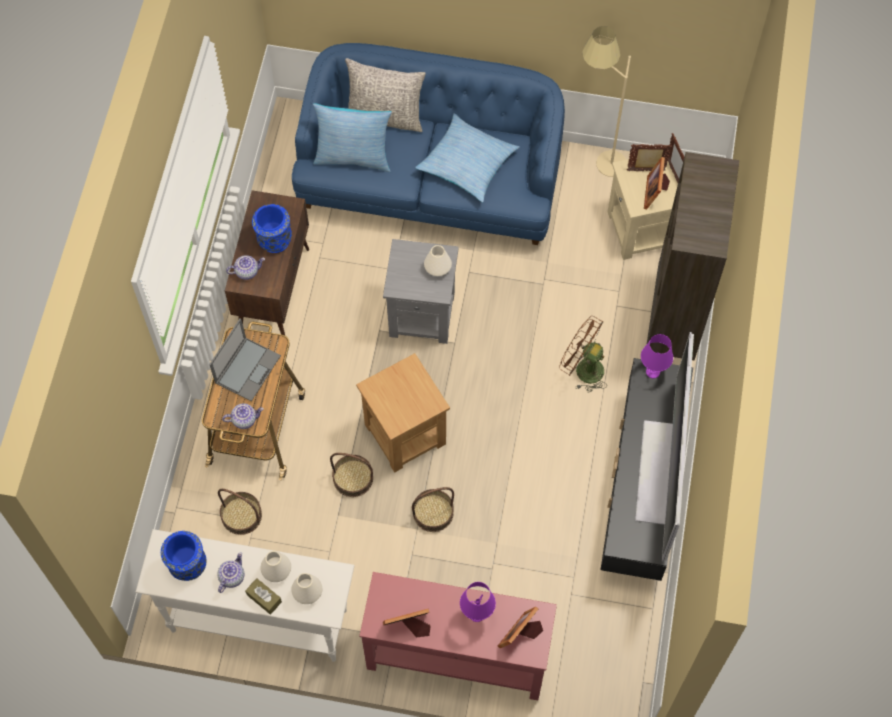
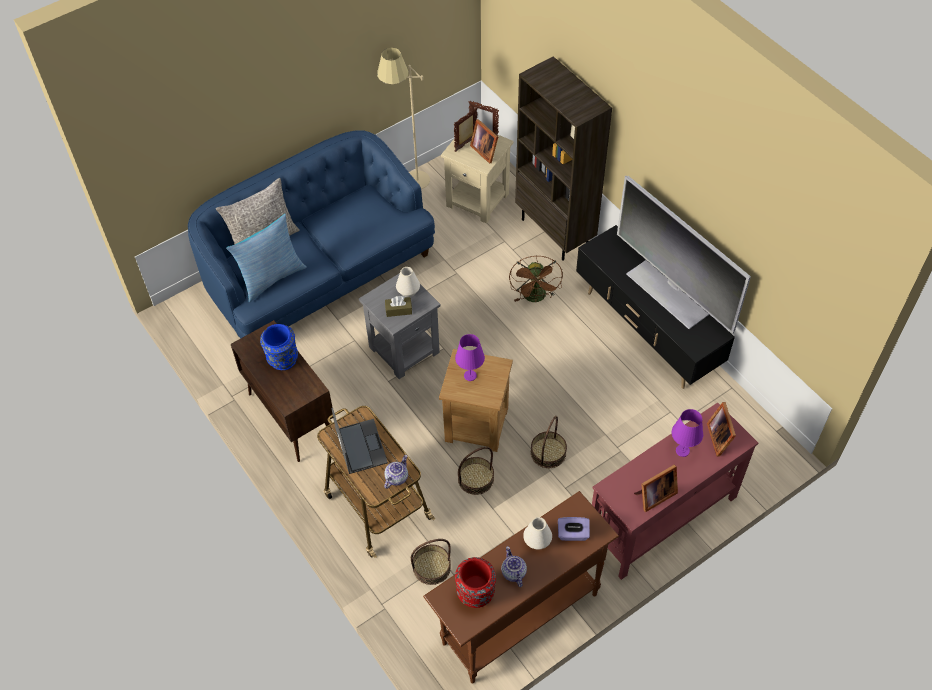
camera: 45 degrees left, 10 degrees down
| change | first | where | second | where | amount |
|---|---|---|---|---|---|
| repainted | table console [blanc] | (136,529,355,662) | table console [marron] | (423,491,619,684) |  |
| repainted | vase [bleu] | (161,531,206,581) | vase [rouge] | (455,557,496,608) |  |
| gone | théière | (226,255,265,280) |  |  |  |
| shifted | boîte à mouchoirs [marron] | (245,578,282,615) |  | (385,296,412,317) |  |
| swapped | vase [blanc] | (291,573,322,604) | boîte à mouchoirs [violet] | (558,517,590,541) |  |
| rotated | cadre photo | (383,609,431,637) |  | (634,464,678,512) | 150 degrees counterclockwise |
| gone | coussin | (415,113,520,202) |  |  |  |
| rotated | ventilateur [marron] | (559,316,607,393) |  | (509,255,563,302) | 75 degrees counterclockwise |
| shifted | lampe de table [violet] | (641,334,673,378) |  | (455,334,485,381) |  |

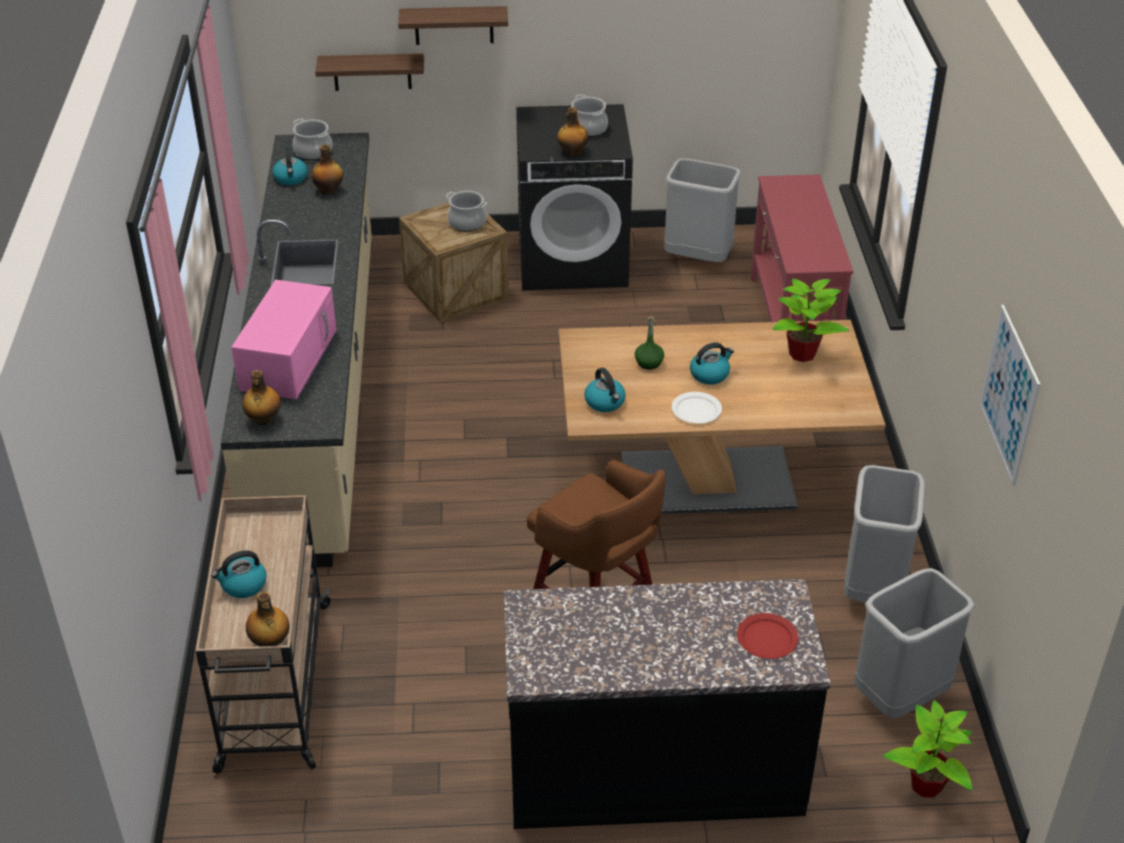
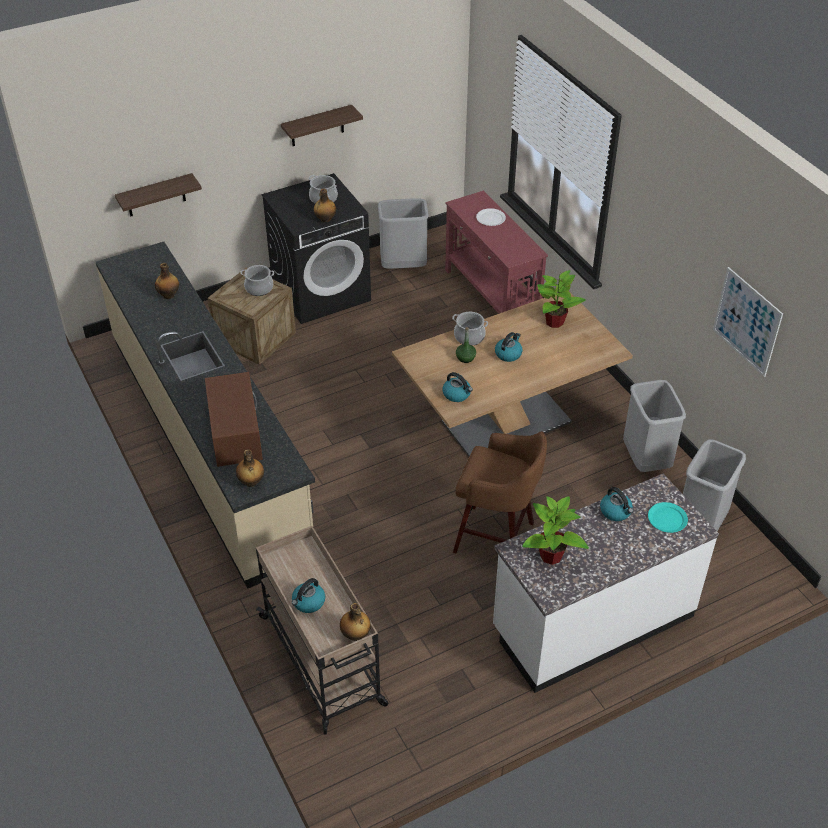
camera: 25 degrees left, 5 degrees up
| change | first | where | second | where | amount |
|---|---|---|---|---|---|
| repainted | micro-ondes [rose] | (231,280,336,399) | micro-ondes [marron] | (205,372,263,467) |  |
| shifted | bouilloire | (273,147,308,185) |  | (600,487,633,521) |  |
| shifted | marmite | (293,119,333,160) |  | (452,312,488,346) |  |
| shifted | étagère | (398,6,508,45) |  | (281,105,363,146) |  |
| repainted | comptoir de cuisine [noir] | (504,579,830,829) | comptoir de cuisine [blanc] | (493,473,719,693) |  |
| shifted | assiette [blanc] | (672,392,722,424) |  | (476,208,506,226) |  |
| repainted | assiette [rouge] | (737,613,798,659) | assiette [turquoise] | (648,502,688,533) |  |
| shifted | plante en pot | (883,700,972,798) |  | (522,496,589,565) |  |

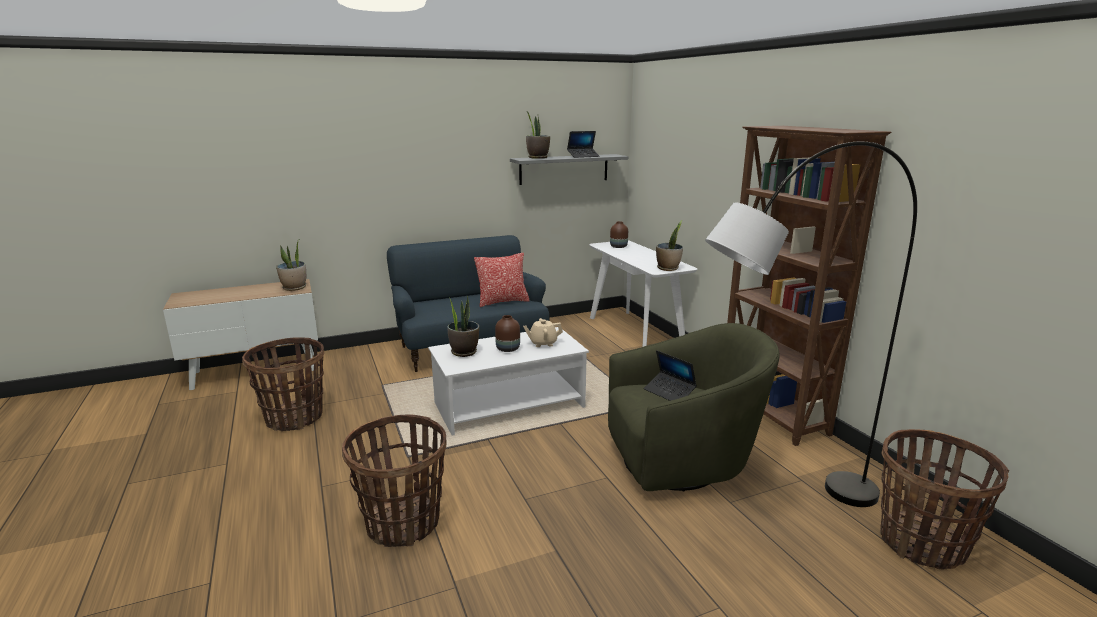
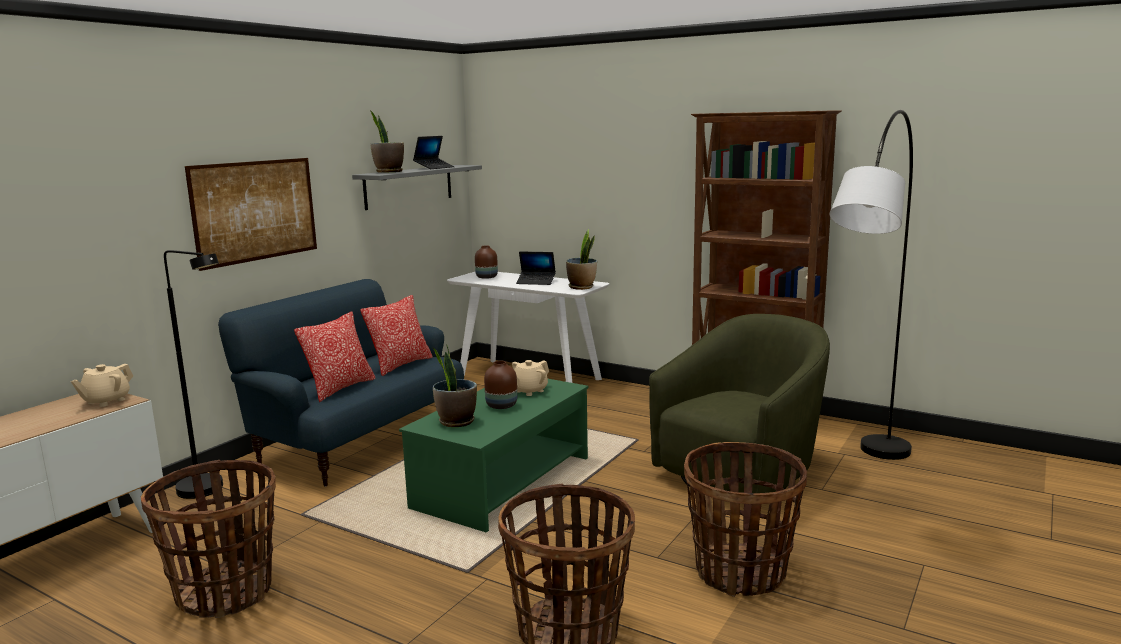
camera: 35 degrees left, 5 degrees down
| change | first | where | second | where | amount |
|---|---|---|---|---|---|
| swapped | plante en pot | (276,241,306,291) | théière [beige] | (71,364,133,407) |  |
| repainted | table basse [blanc] | (428,327,589,436) | table basse [vert] | (399,379,589,532) |  |
| shifted | ordinateur portable | (644,350,697,401) |  | (516,251,556,285) |  |
| shifted | panier | (880,429,1009,569) |  | (684,442,807,597) |  |
| new |  |  | lampadaire [noir] | (164,250,223,499) |  |
| new |  |  | tableau | (185,158,317,271) |  |
| new |  |  | coussin | (294,312,376,402) |  |

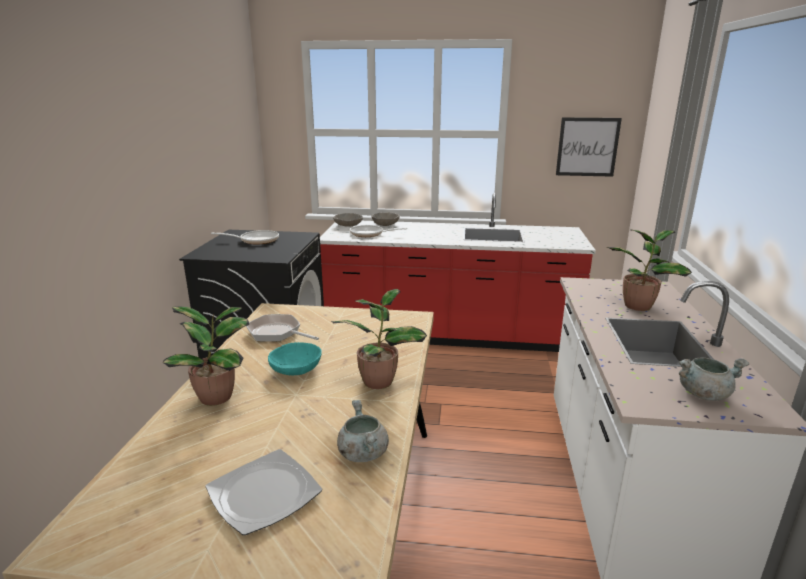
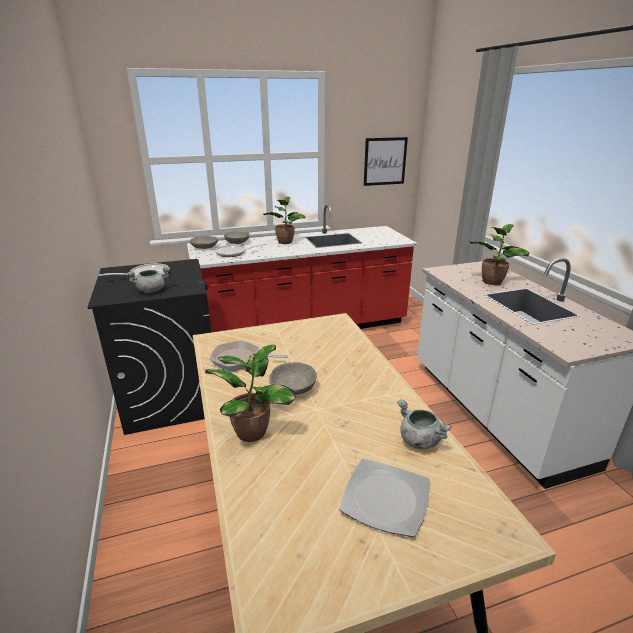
camera: 25 degrees left, 5 degrees up
| change | first | where | second | where | amount |
|---|---|---|---|---|---|
| repainted | bol [turquoise] | (268,342,322,375) | bol [gris] | (269,362,317,395) |  |
| shifted | plante en pot | (331,289,427,389) |  | (263,197,306,244) |  |
| shifted | marmite [gris] | (679,358,749,401) |  | (127,267,170,293) |  |

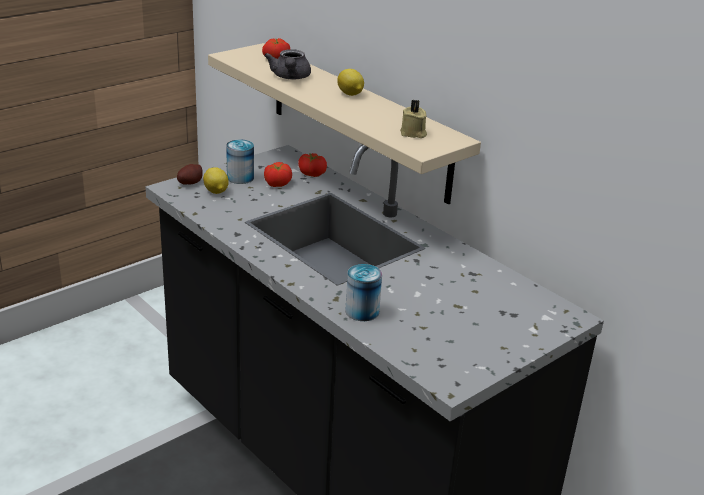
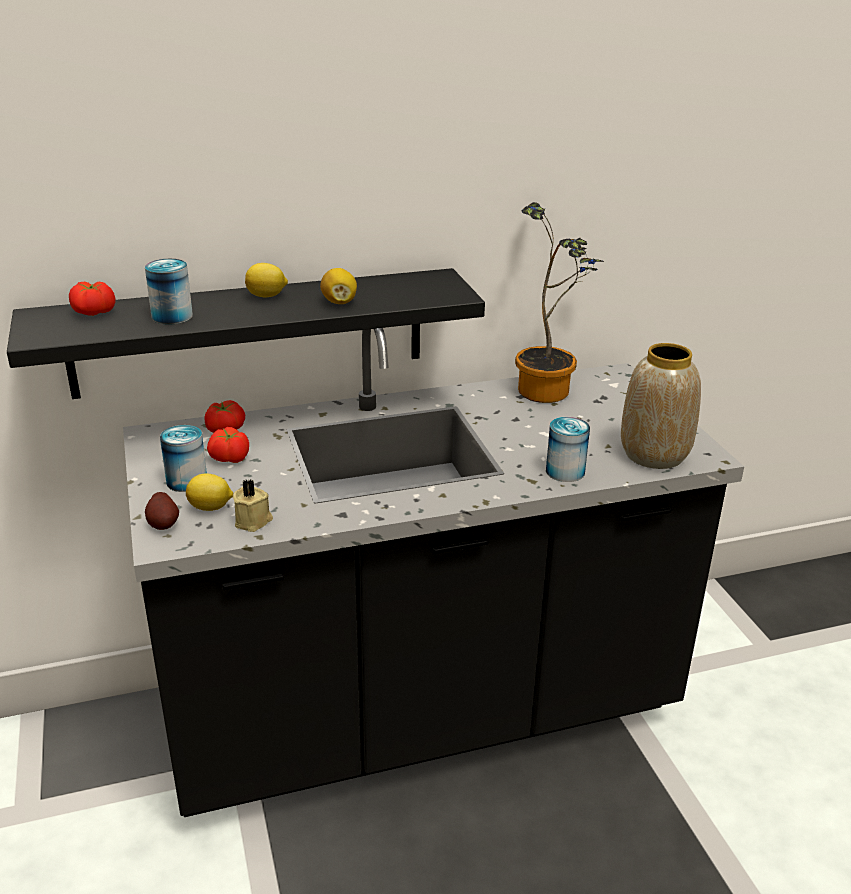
camera: 65 degrees left, 0 degrees up
| change | first | where | second | where | amount |
|---|---|---|---|---|---|
| repainted | étagère [beige] | (208,43,481,204) | étagère [noir] | (7,268,485,399) |  |
| swapped | théière [gris] | (264,49,311,79) | boîte métallique | (145,259,193,325) |  |
| shifted | bougie [beige] | (400,99,427,138) |  | (233,479,273,532) |  |
| new |  |  | citron | (320,268,357,304) |  |
| new |  |  | plante en pot | (515,202,605,403) |  |
| new |  |  | vase | (621,343,701,469) |  |

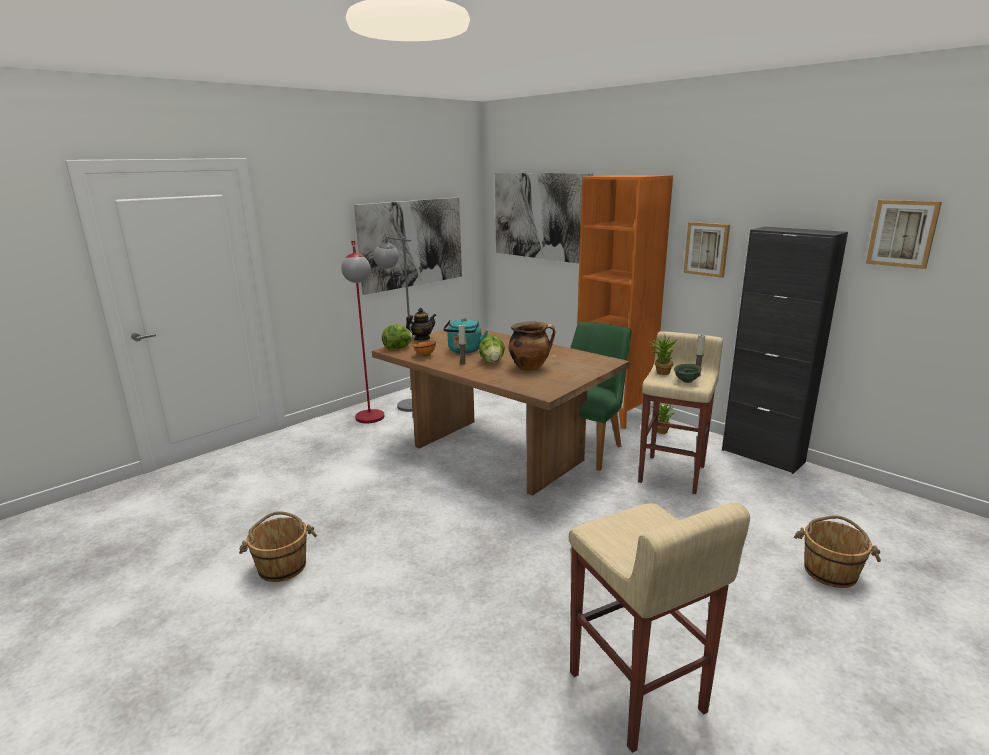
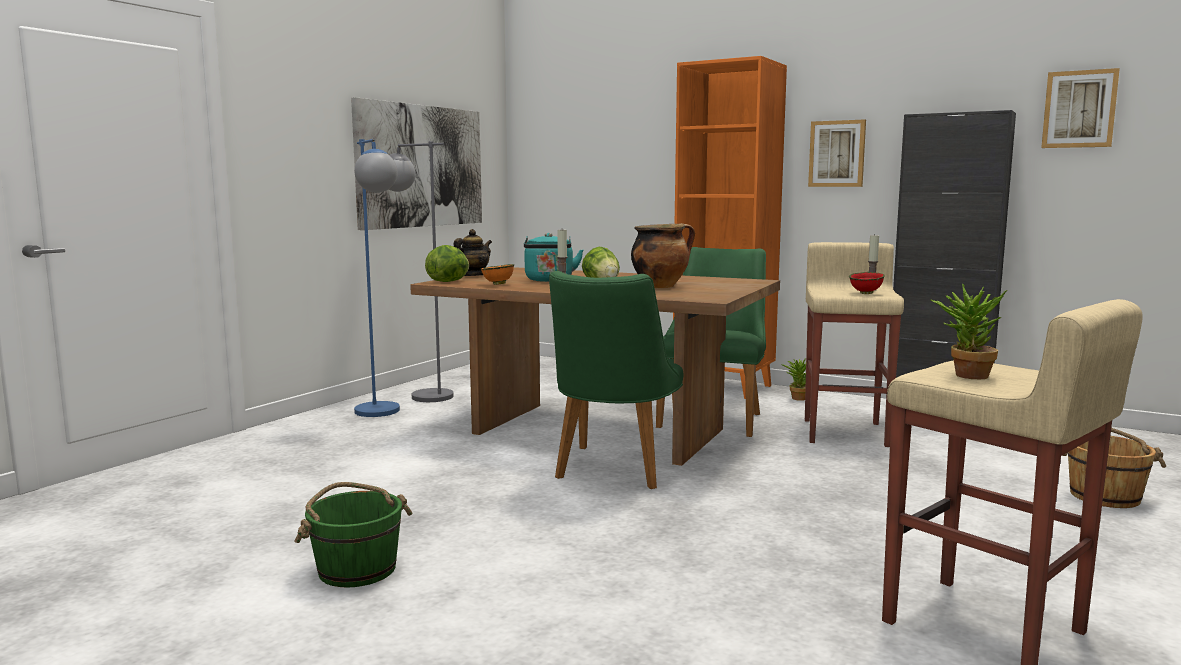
camera: 15 degrees left, 10 degrees down
| change | first | where | second | where | amount |
|---|---|---|---|---|---|
| repainted | seau [marron] | (239,511,317,582) | seau [vert] | (294,482,412,587) |  |
| repainted | lampadaire [rouge] | (341,241,384,423) | lampadaire [bleu] | (354,139,400,417) |  |
| gone | tableau | (495,173,593,264) |  |  |  |
| shifted | plante en pot | (648,335,676,375) |  | (931,283,1007,379) |  |
| repainted | bol [vert] | (674,364,702,383) | bol [rouge] | (849,272,885,294) |  |
| new |  |  | chaise [vert] | (549,271,683,489) |  |

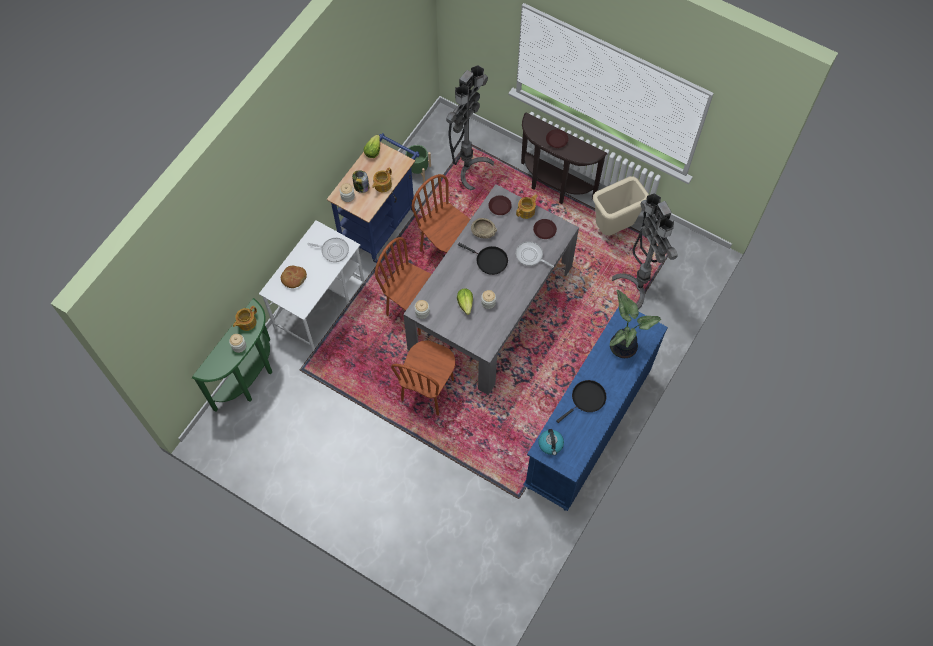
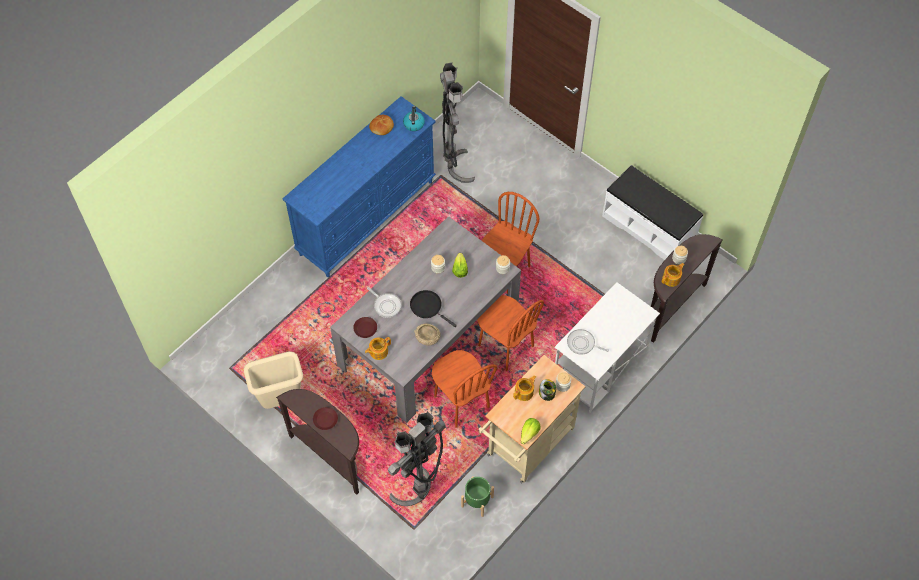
camera: 170 degrees left, 5 degrees down
| change | first | where | second | where | amount |
|---|---|---|---|---|---|
| repainted | table console [vert] | (192,298,272,412) | table console [marron] | (651,234,723,343) |  |
| shifted | pain | (281,266,307,288) |  | (369,115,394,135) |  |
| repainted | chariot [bleu] | (327,133,420,263) | chariot [beige] | (479,355,586,483) |  |
| gone | assiette [marron] | (489,195,512,215) |  |  |  |
| gone | poêle [noir] | (556,380,606,423) |  |  |  |
| gone | plante en pot | (610,290,661,358) |  |  |  |
| shifted | lampadaire [gris] | (612,193,678,309) |  | (440,62,475,183) |  |
| new |  |  | banc [blanc] | (602,165,703,260) |  |

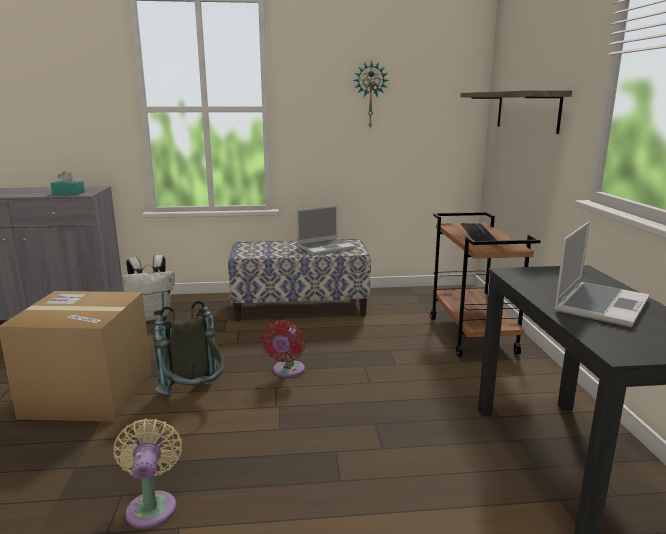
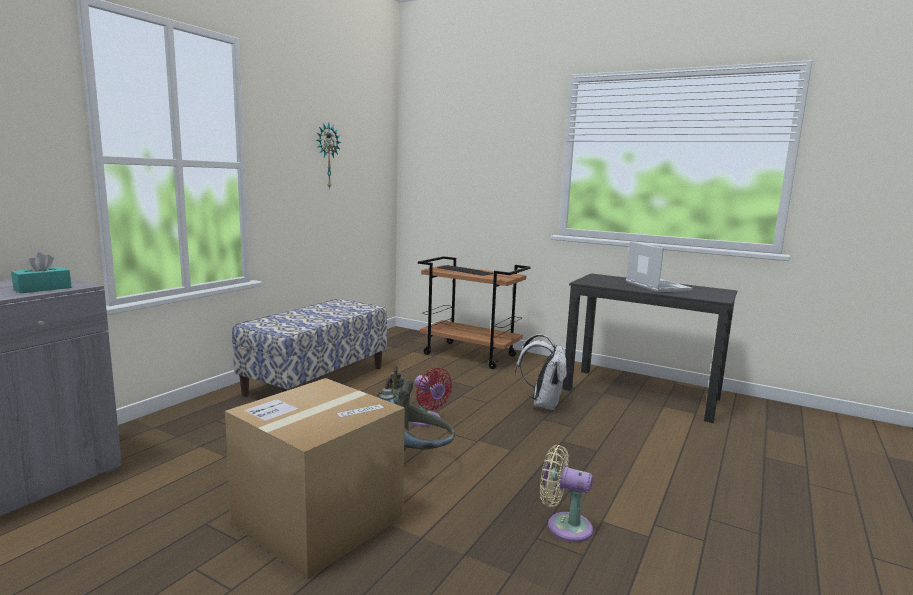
camera: 55 degrees left, 5 degrees down
| change | first | where | second | where | amount |
|---|---|---|---|---|---|
| shifted | sac à dos [blanc] | (122,255,175,321) |  | (515,334,567,410) |  |
| gone | ordinateur portable | (296,205,356,255) |  |  |  |
| gone | étagère | (460,90,572,134) |  |  |  |

